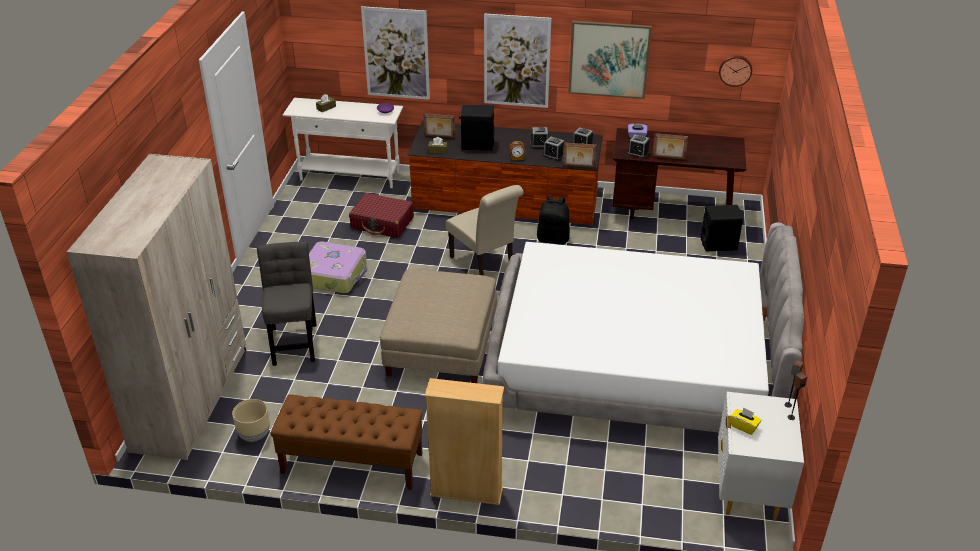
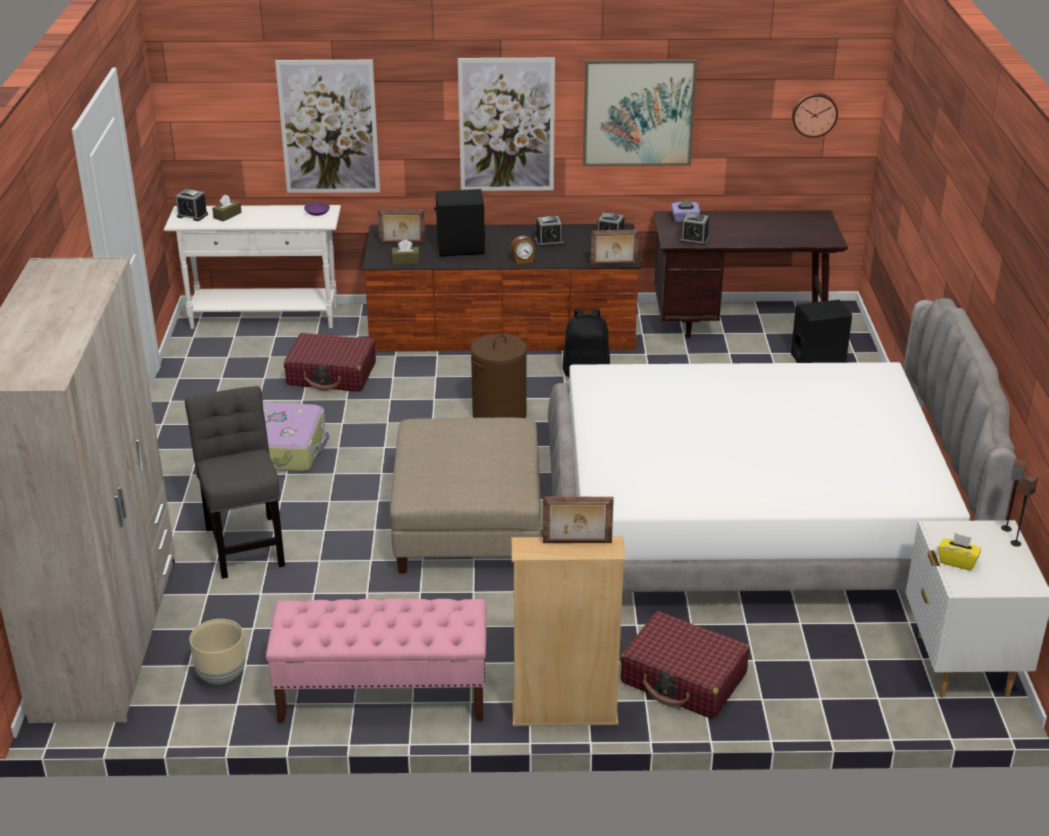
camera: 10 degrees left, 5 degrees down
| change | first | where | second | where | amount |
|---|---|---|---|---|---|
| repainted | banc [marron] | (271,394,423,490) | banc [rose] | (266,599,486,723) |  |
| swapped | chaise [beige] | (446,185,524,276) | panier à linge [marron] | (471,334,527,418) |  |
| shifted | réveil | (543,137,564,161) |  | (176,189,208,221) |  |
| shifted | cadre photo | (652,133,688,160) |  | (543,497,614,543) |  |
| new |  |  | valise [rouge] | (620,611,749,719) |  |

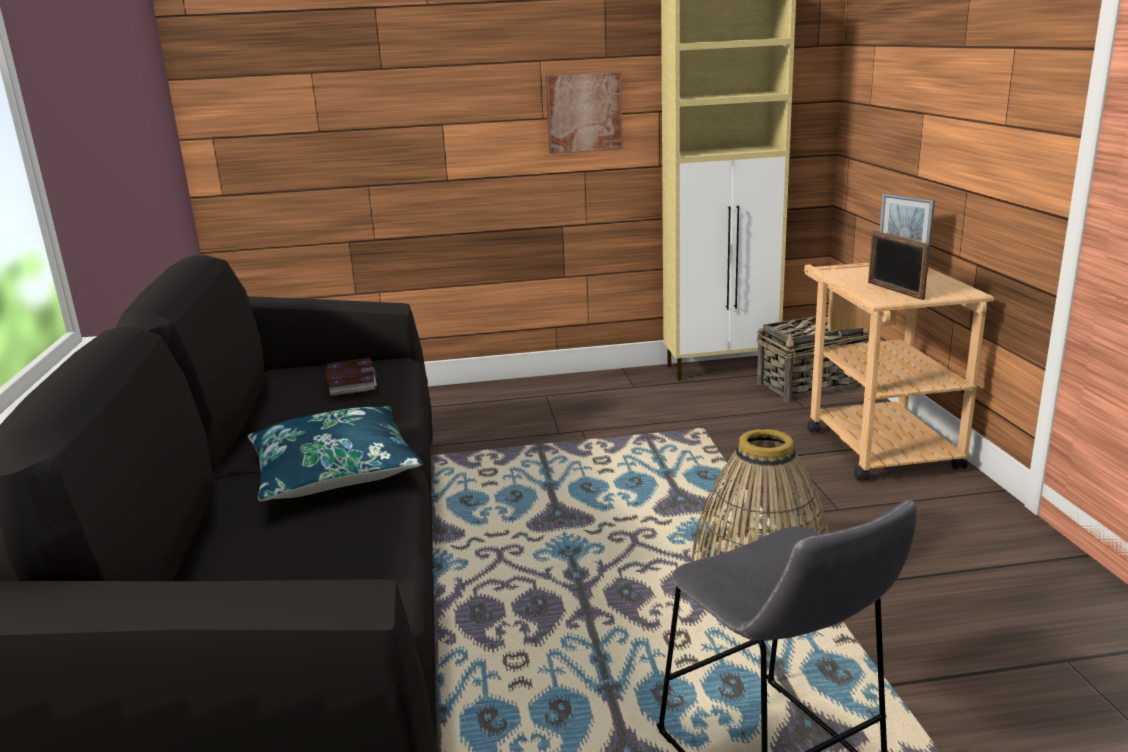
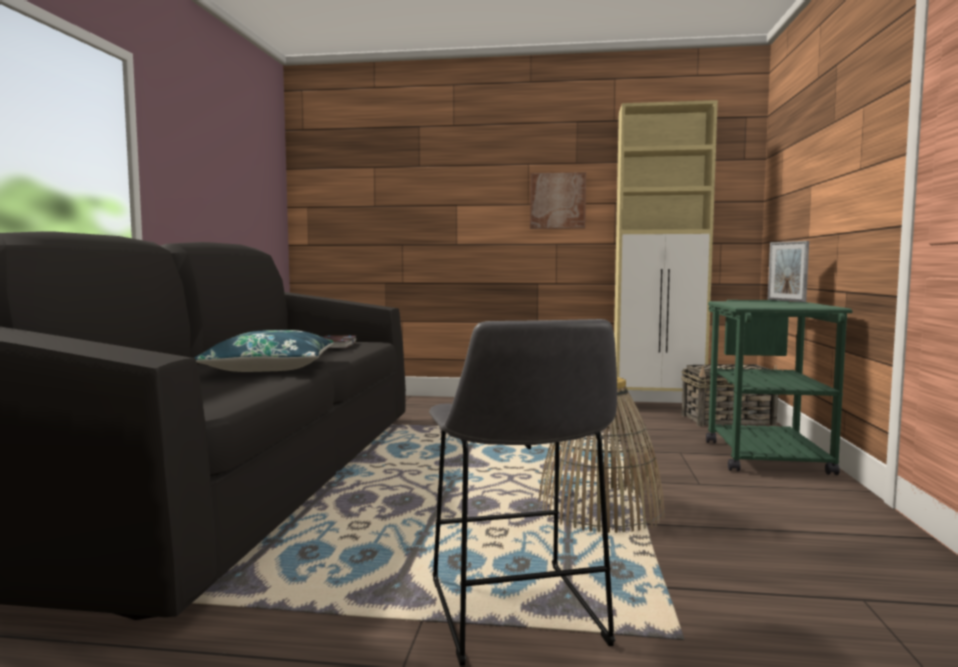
camera: 15 degrees right, 15 degrees down
| change | first | where | second | where | amount |
|---|---|---|---|---|---|
| repainted | chariot [beige] | (804,262,994,481) | chariot [vert] | (706,300,852,475) |  |
| gone | cadre photo | (868,231,930,300) |  |  |  |

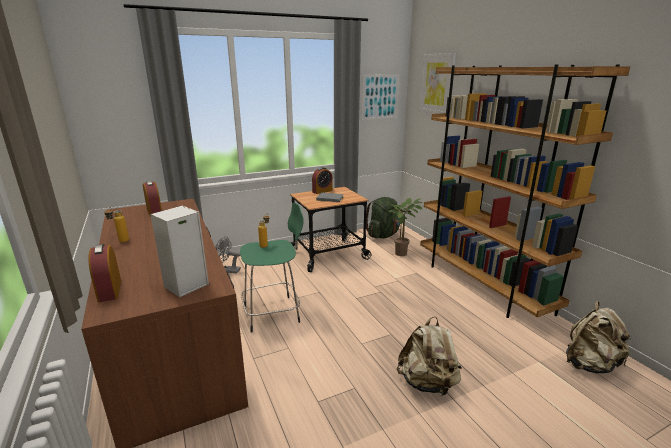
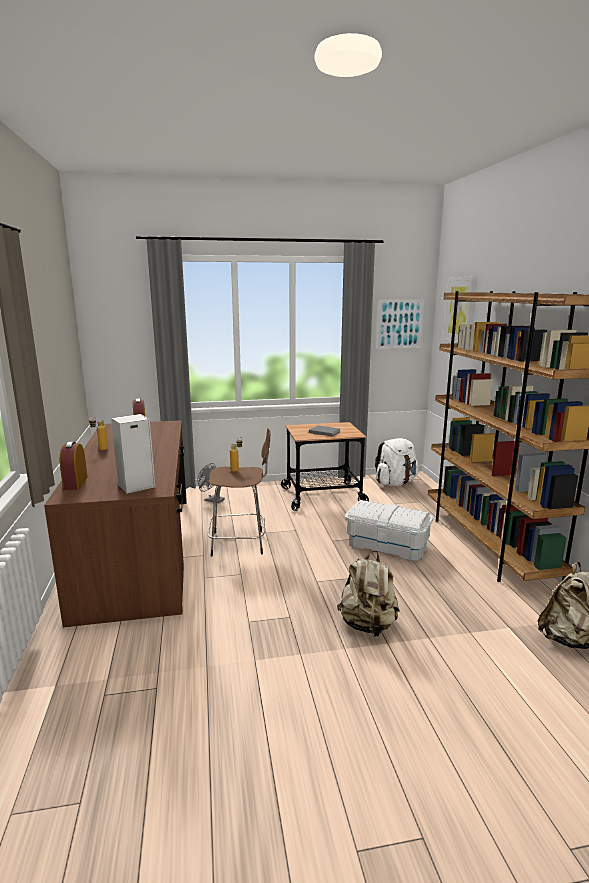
camera: 15 degrees right, 5 degrees down
| change | first | where | second | where | amount |
|---|---|---|---|---|---|
| repainted | tabouret [vert] | (240,203,304,333) | tabouret [marron] | (207,428,271,556) |  |
| gone | réveil | (312,167,333,194) |  |  |  |
| repainted | sac à dos [vert] | (366,197,400,238) | sac à dos [blanc] | (375,438,418,486) |  |
| gone | plante en pot | (388,198,422,256) |  |  |  |
| new |  |  | boîte de rangement [blanc] | (345,500,433,561) |  |

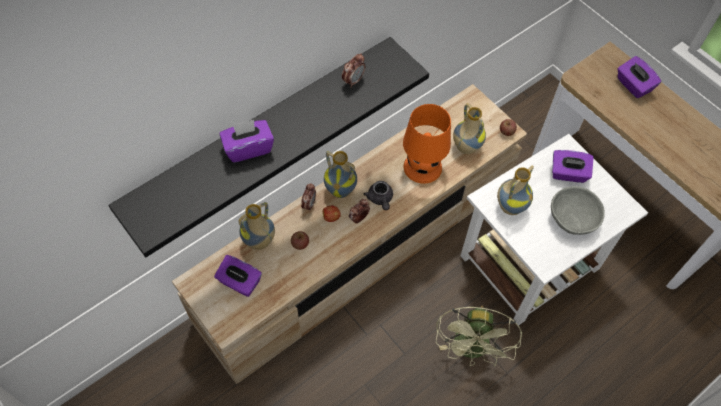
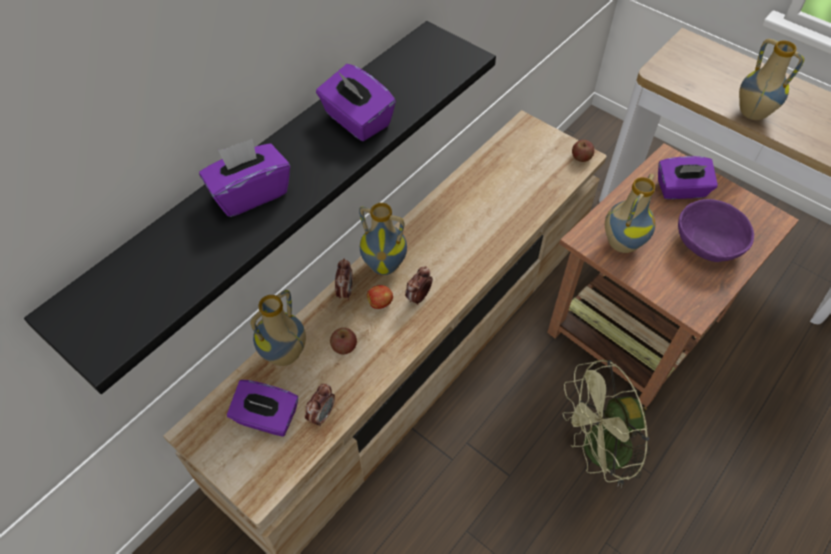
camera: 10 degrees left, 5 degrees down
| change | first | where | second | where | amount |
|---|---|---|---|---|---|
| shifted | réveil | (342,53,365,87) |  | (305,384,335,426) |  |
| gone | théière [gris] | (364,181,393,210) |  |  |  |
| gone | lampe de table [orange] | (403,104,451,184) |  |  |  |
| rotated | ventilateur [vert] | (436,306,522,367) |  | (562,360,650,487) | 75 degrees clockwise |
| shifted | vase | (453,103,486,154) |  | (739,39,805,120) |  |
| repainted | table d'appoint [blanc] | (460,134,648,325) | table d'appoint [marron] | (547,143,799,407) |  |
| repainted | bol [gris] | (551,186,605,235) | bol [violet] | (678,199,754,262) |  |
| shifted | boîte à mouchoirs [violet] | (618,56,661,98) |  | (316,64,396,141) |  |

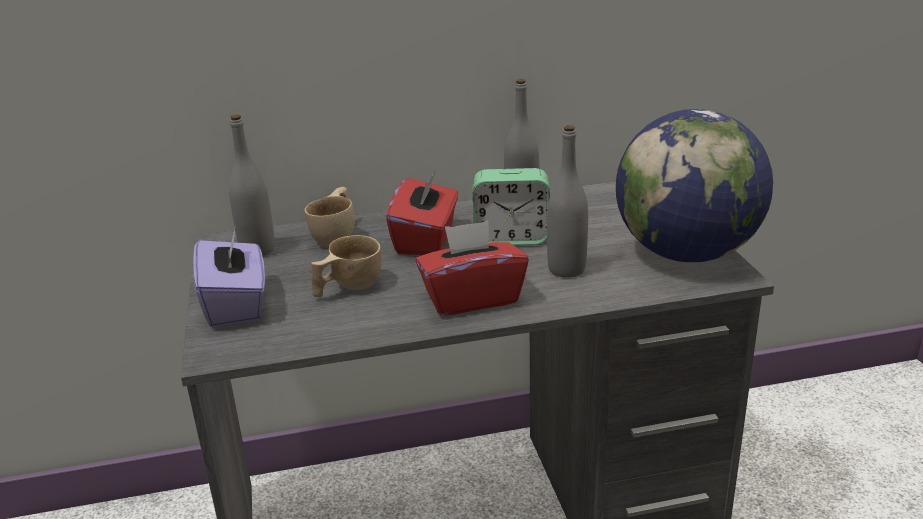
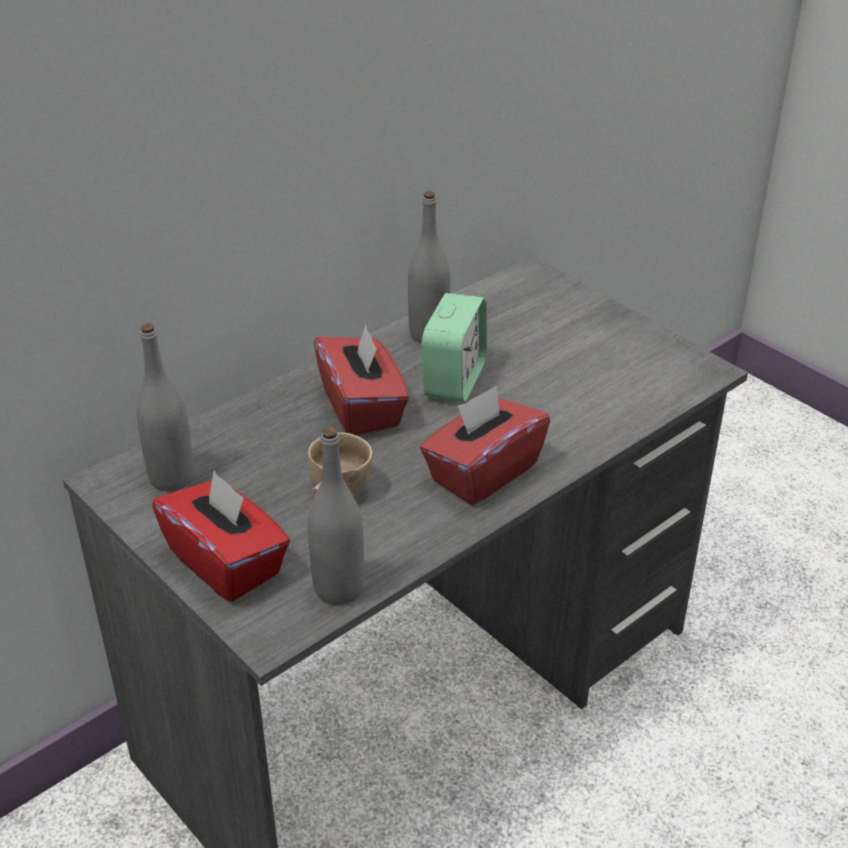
camera: 30 degrees left, 10 degrees up
| change | first | where | second | where | amount |
|---|---|---|---|---|---|
| repainted | boîte à mouchoirs [violet] | (193,226,265,328) | boîte à mouchoirs [rouge] | (152,470,290,602) |  |
| gone | tasse [beige] | (304,187,355,247) |  |  |  |
| rotated | réveil | (472,168,550,245) |  | (422,293,487,402) | 45 degrees counterclockwise |
| shifted | bouteille [gris] | (547,125,588,278) |  | (308,427,364,605) |  |
| gone | globe | (616,109,773,262) |  |  |  |

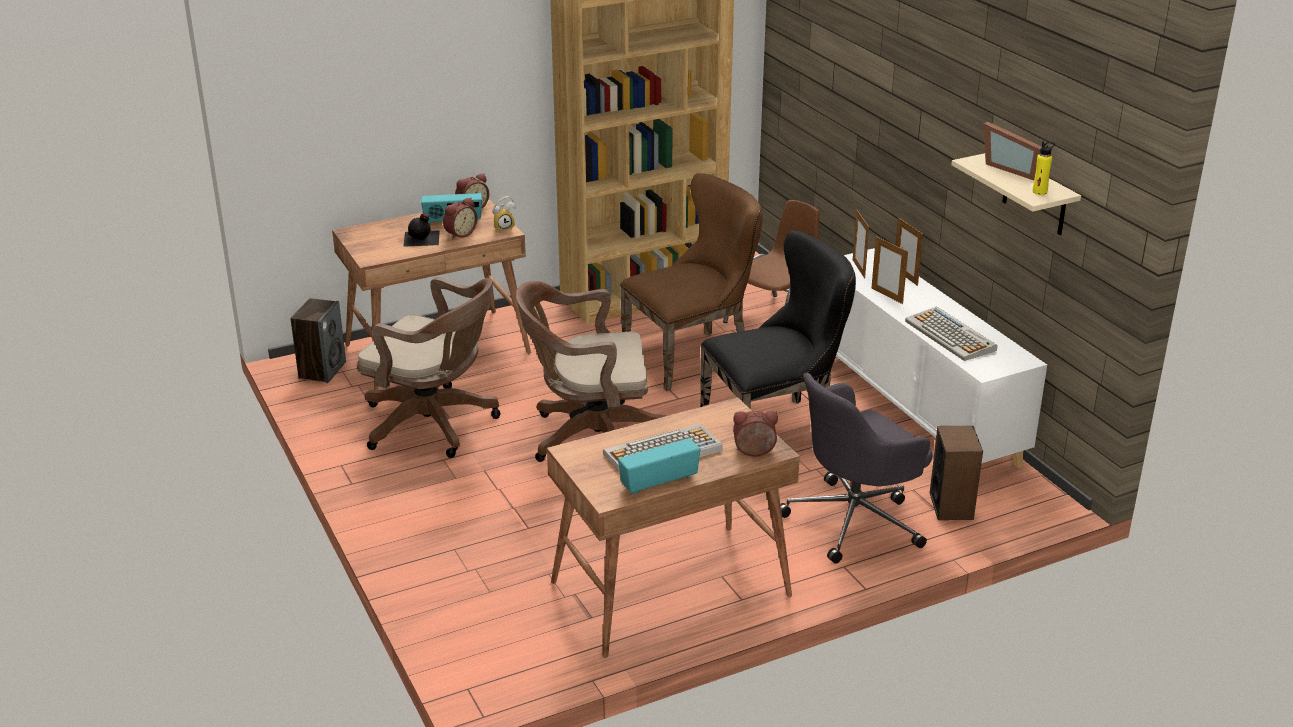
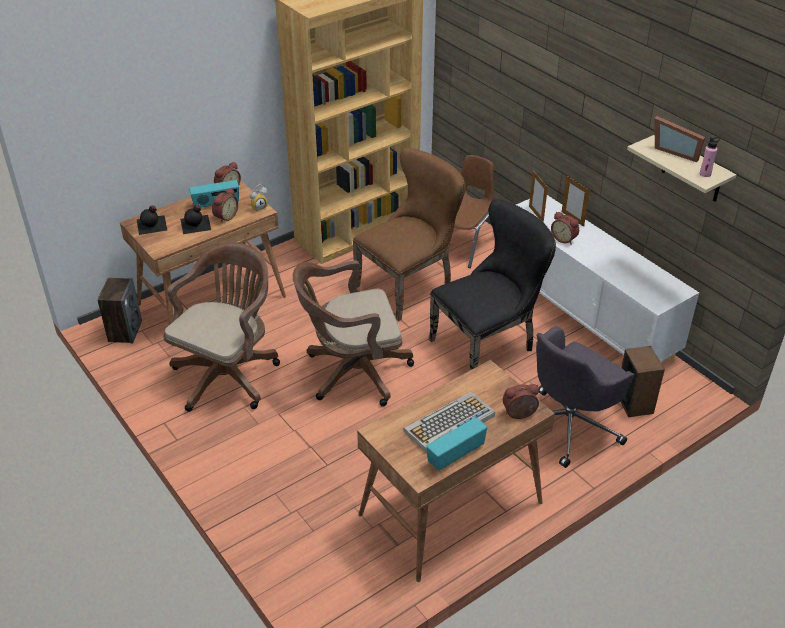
camera: 10 degrees left, 10 degrees up
| change | first | where | second | where | amount |
|---|---|---|---|---|---|
| rotated | chaise de bureau [marron] | (357,277,501,458) |  | (163,242,280,412) | 75 degrees counterclockwise |
| swapped | cadre photo | (872,236,908,304) | réveil | (551,212,579,245) |  |
| gone | clavier | (905,306,997,361) |  |  |  |
| repainted | bouteille [jaune] | (1033,141,1055,195) | bouteille [rose] | (700,137,720,177) |  |
| new |  |  | bouteille [noir] | (137,206,167,235) |  |

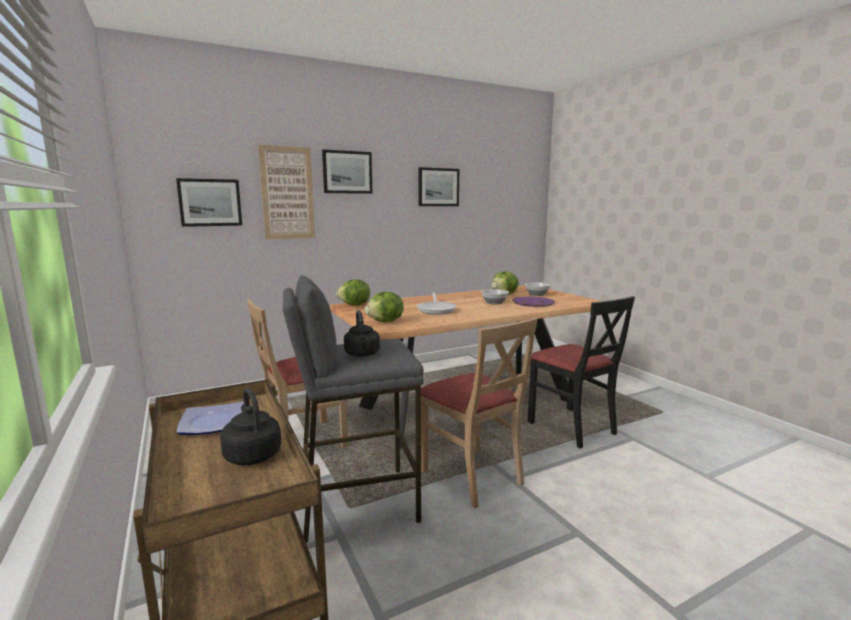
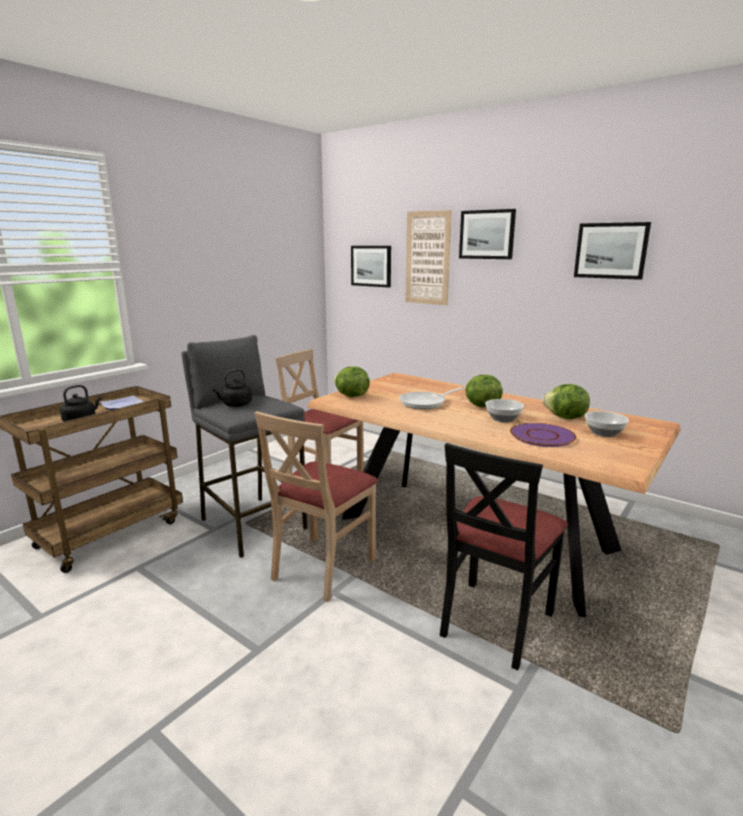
camera: 65 degrees right, 5 degrees up
| change | first | where | second | where | amount |
|---|---|---|---|---|---|
| shifted | laitue | (336,279,370,306) |  | (465,375,503,407) |  |

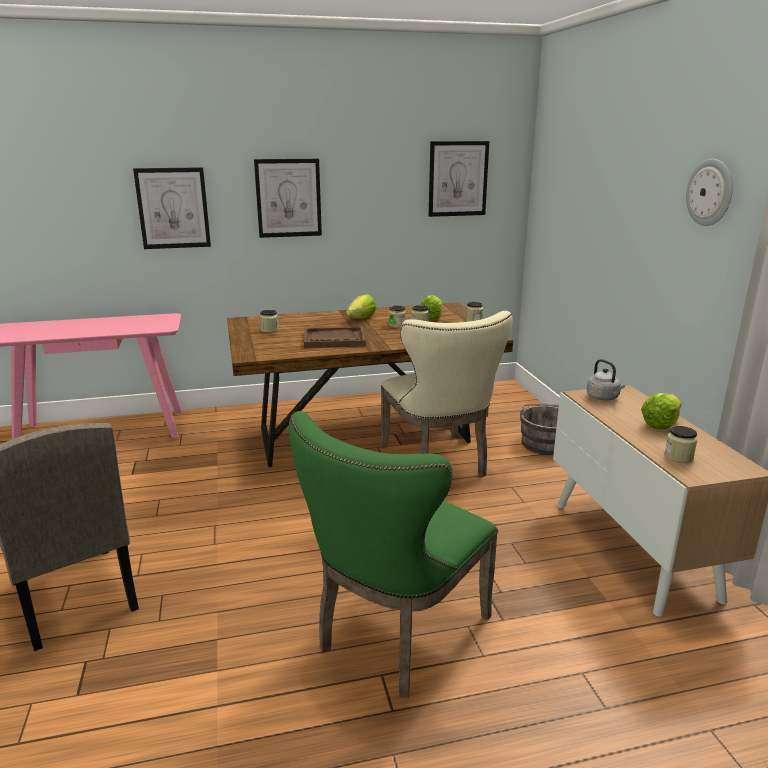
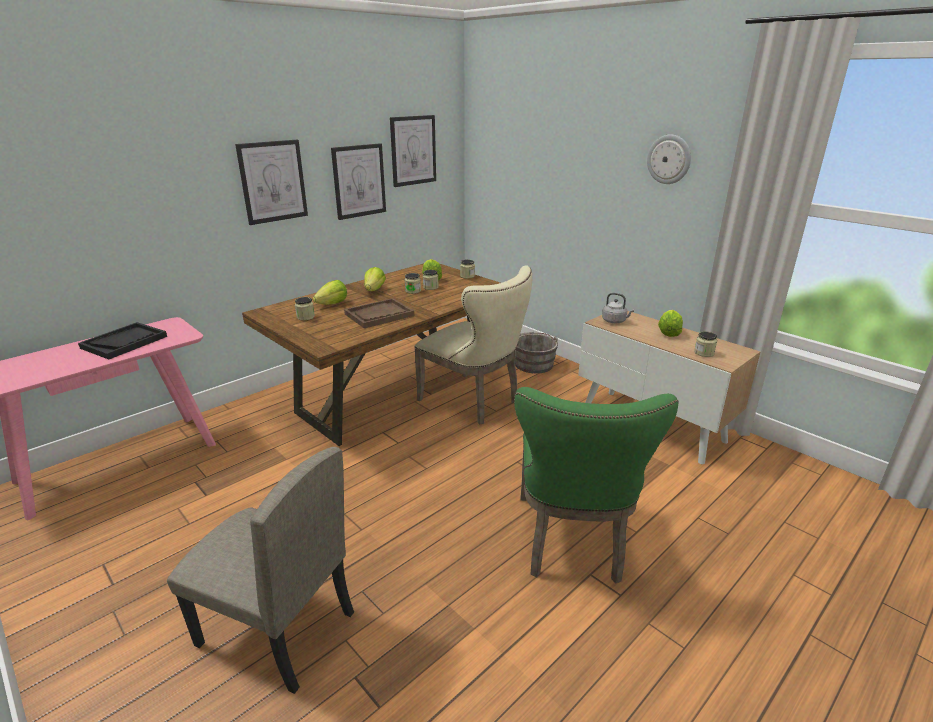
camera: 30 degrees left, 5 degrees up
| change | first | where | second | where | amount |
|---|---|---|---|---|---|
| shifted | tableau | (133,167,211,249) |  | (331,143,386,220) |  |
| new |  |  | plateau [noir] | (78,322,167,359) |  |
| new |  |  | laitue | (313,280,347,305) |  |

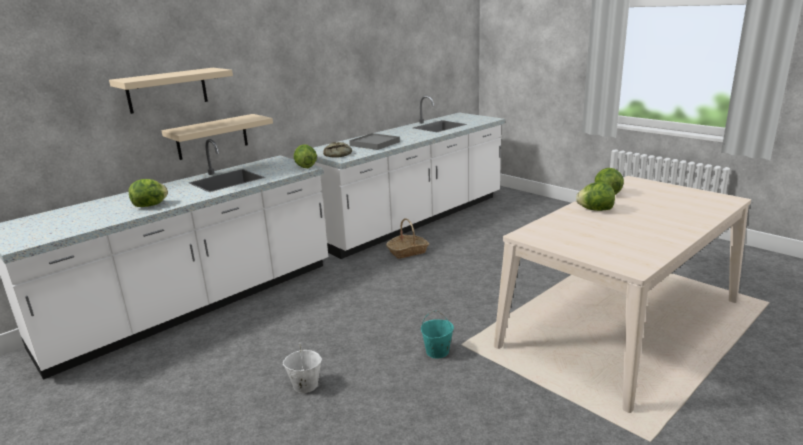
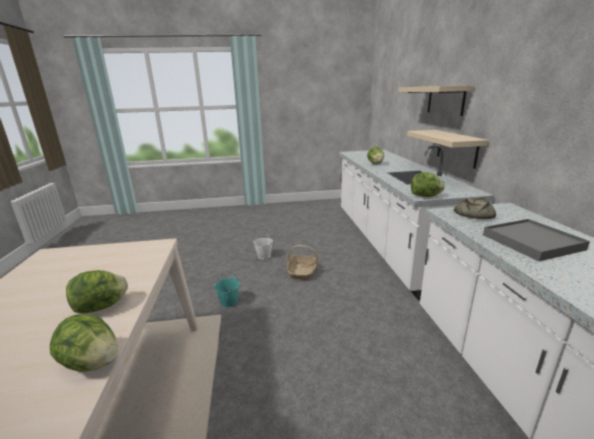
camera: 125 degrees right, 0 degrees up
| change | first | where | second | where | amount |
|---|---|---|---|---|---|
| shifted | panier | (386,218,430,259) |  | (287,245,318,280) |  |

